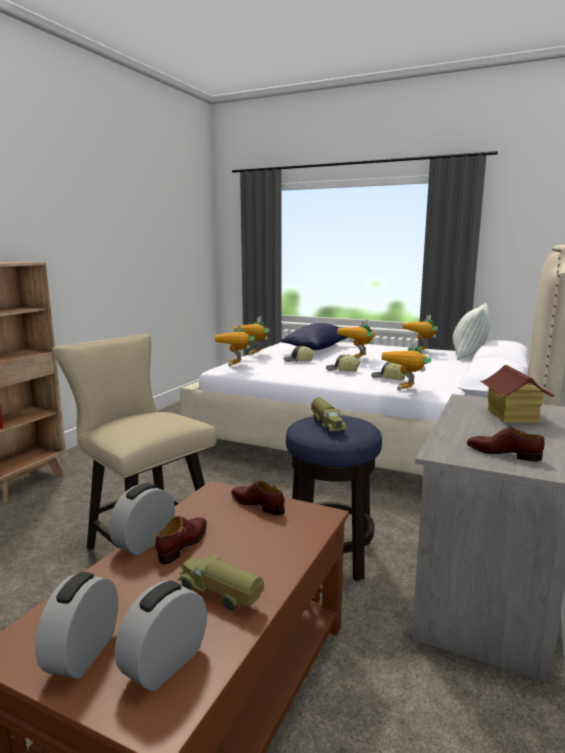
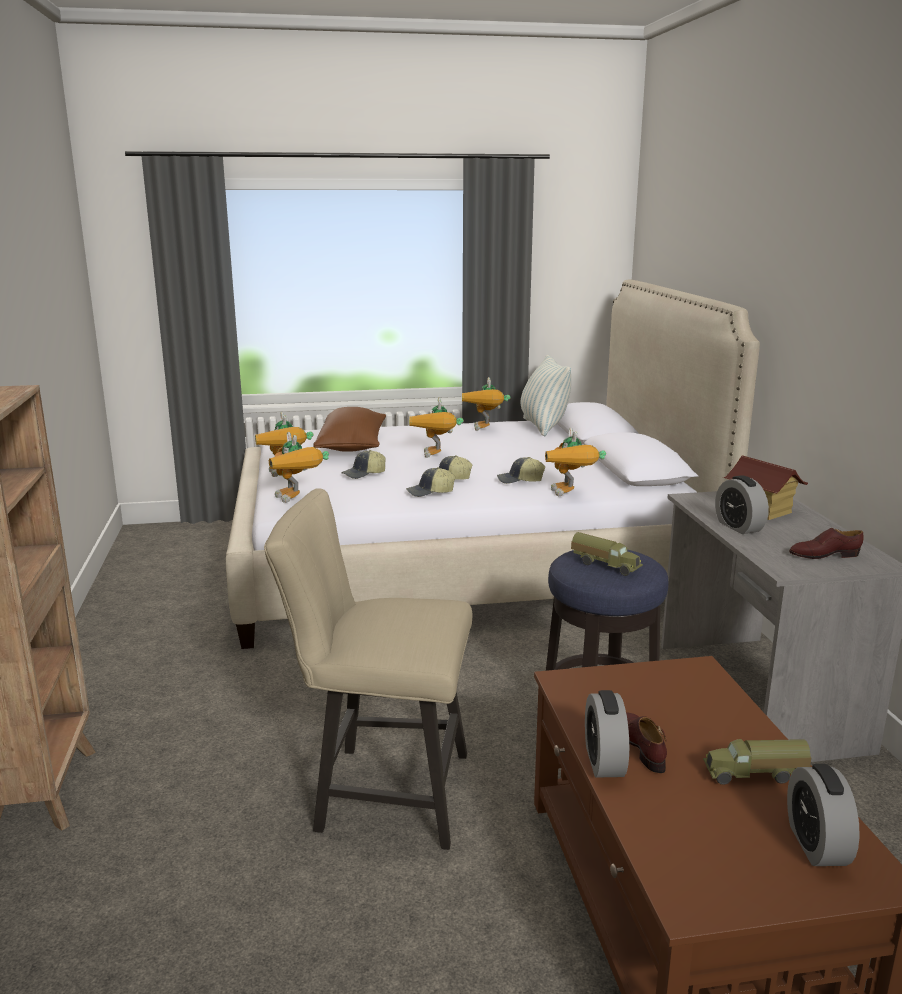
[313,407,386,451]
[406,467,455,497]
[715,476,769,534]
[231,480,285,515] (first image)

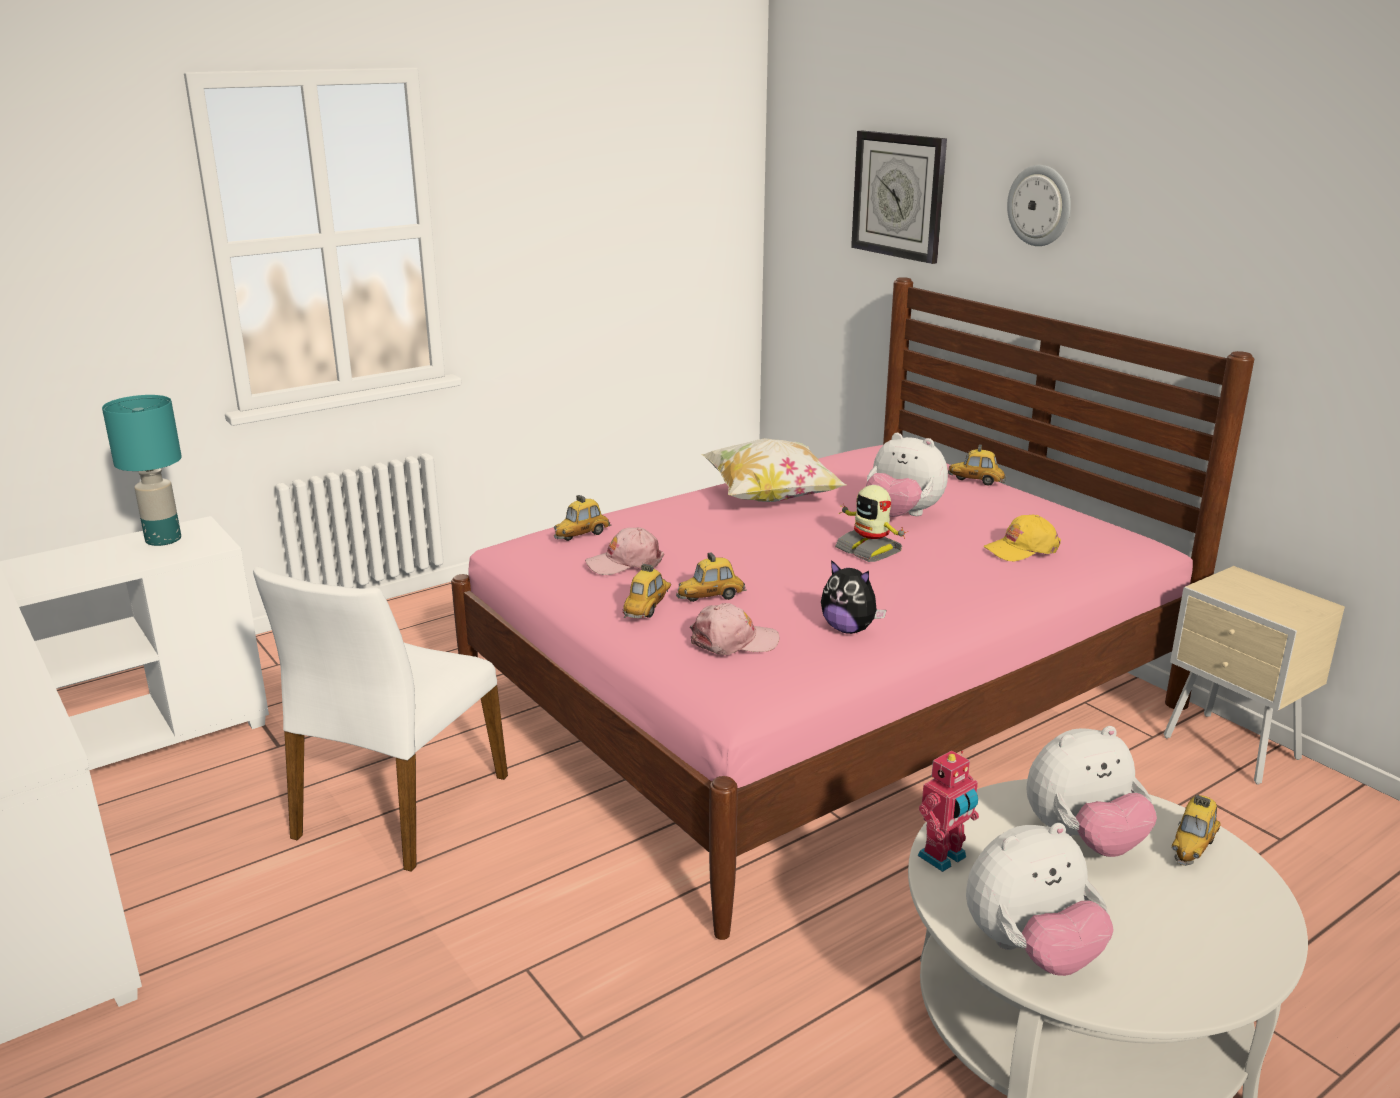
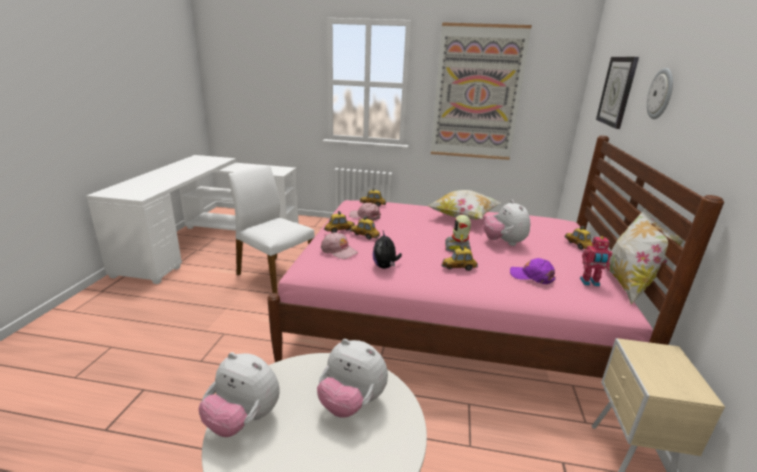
[228,165,315,293]
[431,22,532,160]
[441,245,478,271]
[510,258,556,285]
[580,236,612,286]
[606,209,683,304]
[102,395,182,546] (first image)

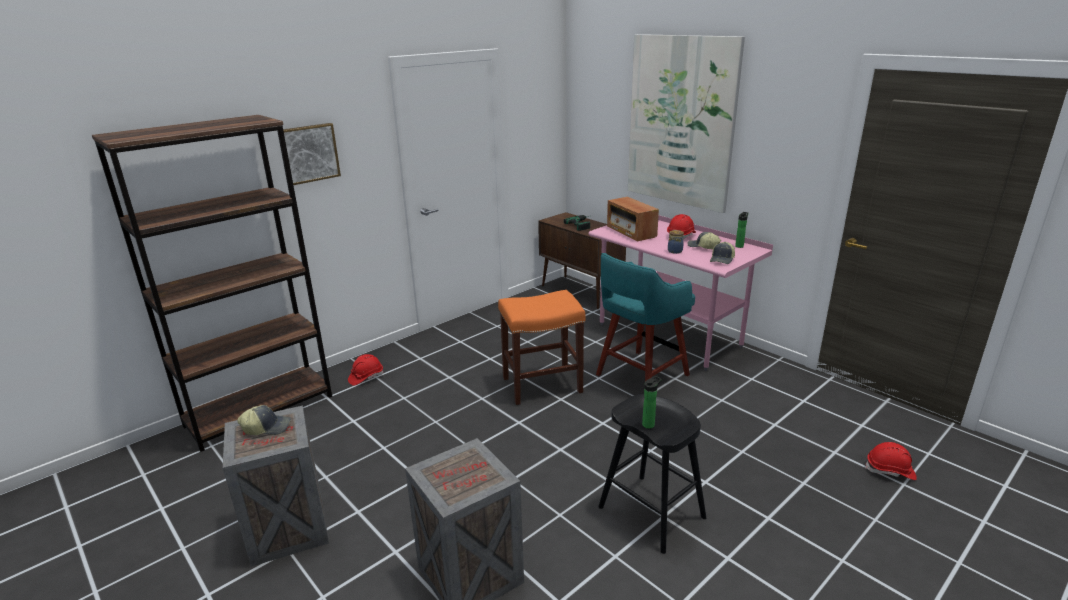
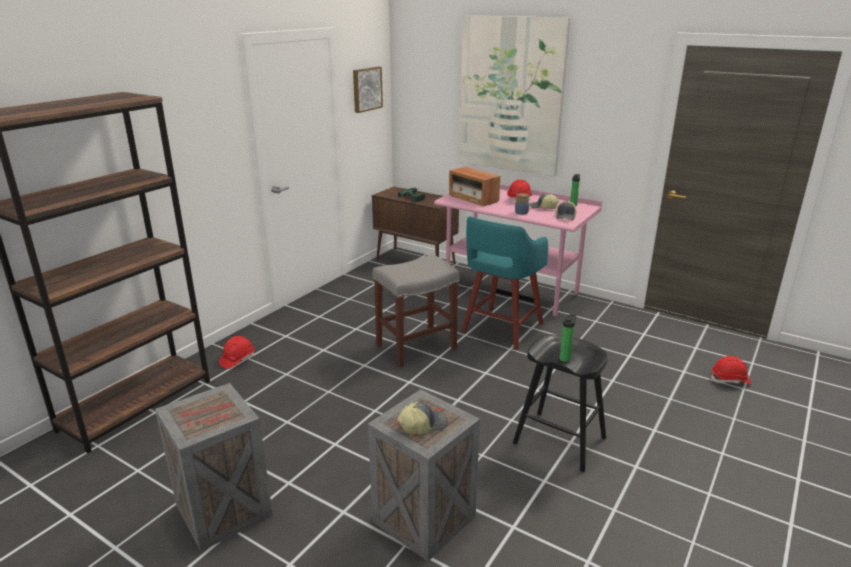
[353,67,383,113]
[373,255,459,367]
[397,401,448,434]

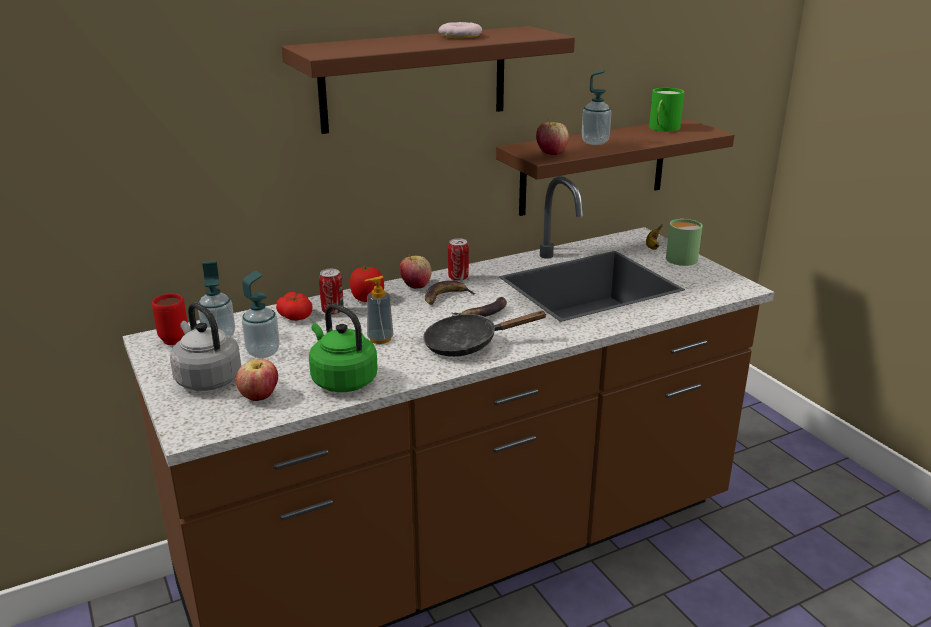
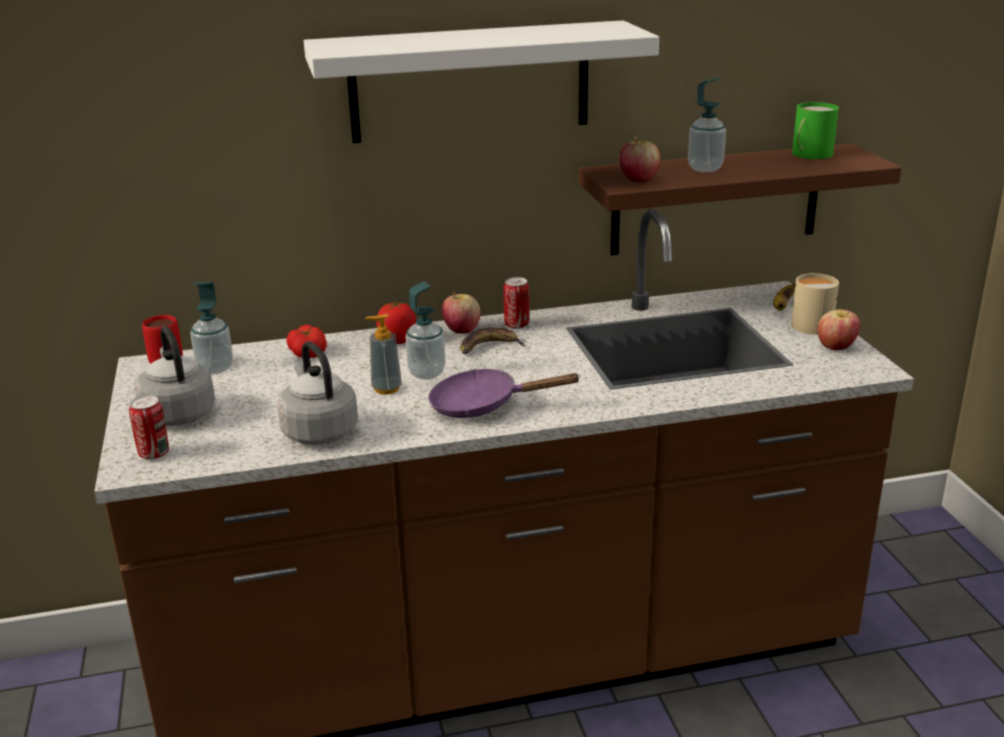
[129,395,169,460]
[277,341,358,445]
[304,20,659,143]
[406,281,446,379]
[428,369,581,418]
[791,273,839,335]
[818,309,860,350]
[438,22,482,38] (first image)
[452,297,507,317] (first image)

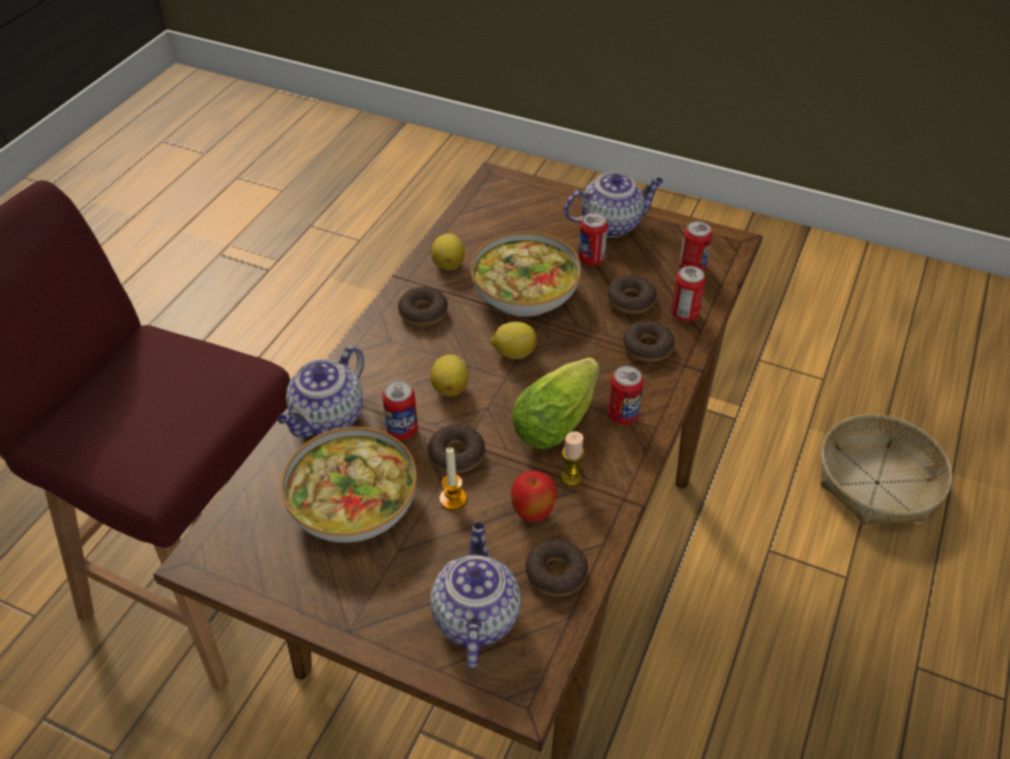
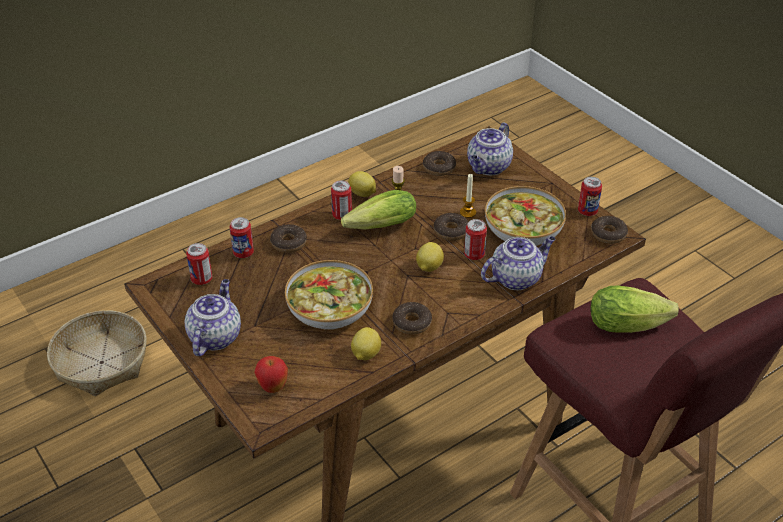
[185,279,241,356]
[254,356,288,393]
[348,171,376,197]
[578,177,602,216]
[591,216,628,244]
[591,286,679,333]

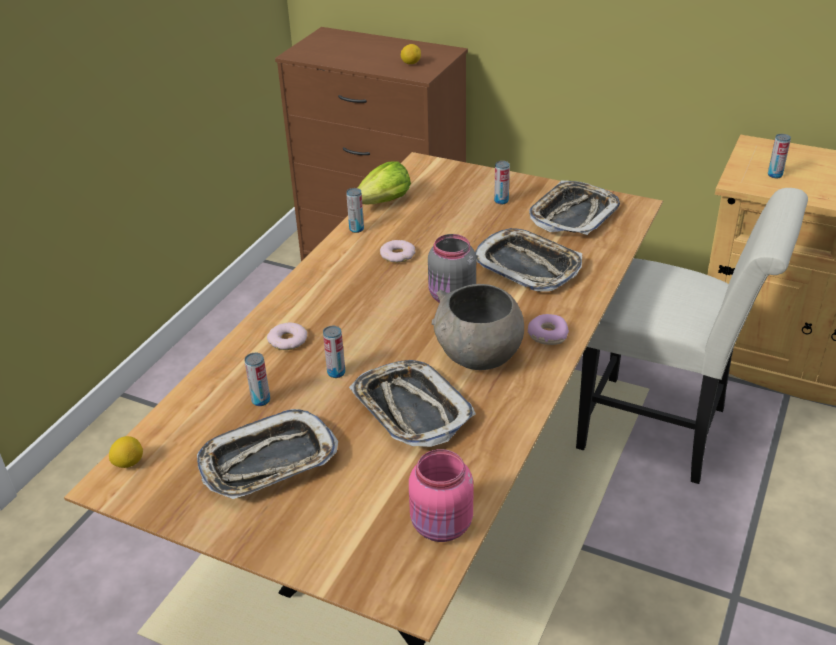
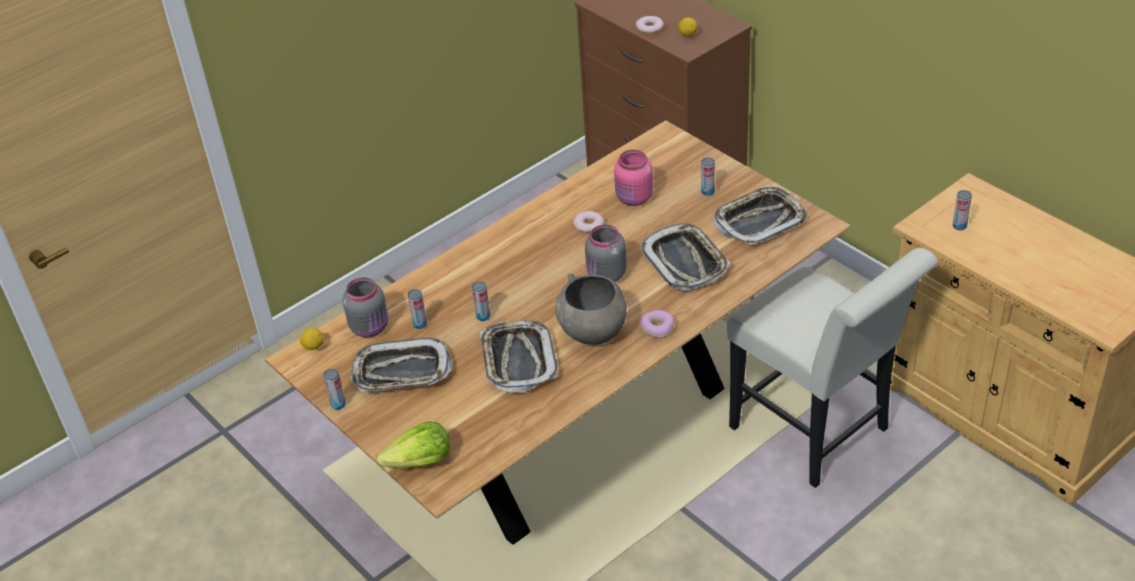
[323,369,346,410]
[343,277,388,338]
[376,421,450,469]
[614,150,653,206]
[636,16,664,34]

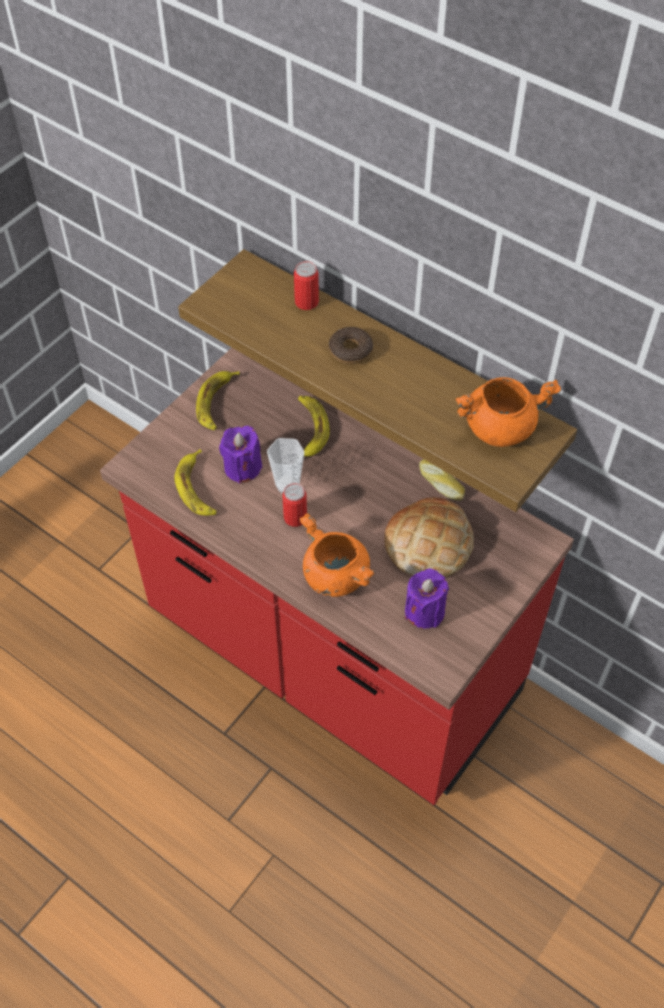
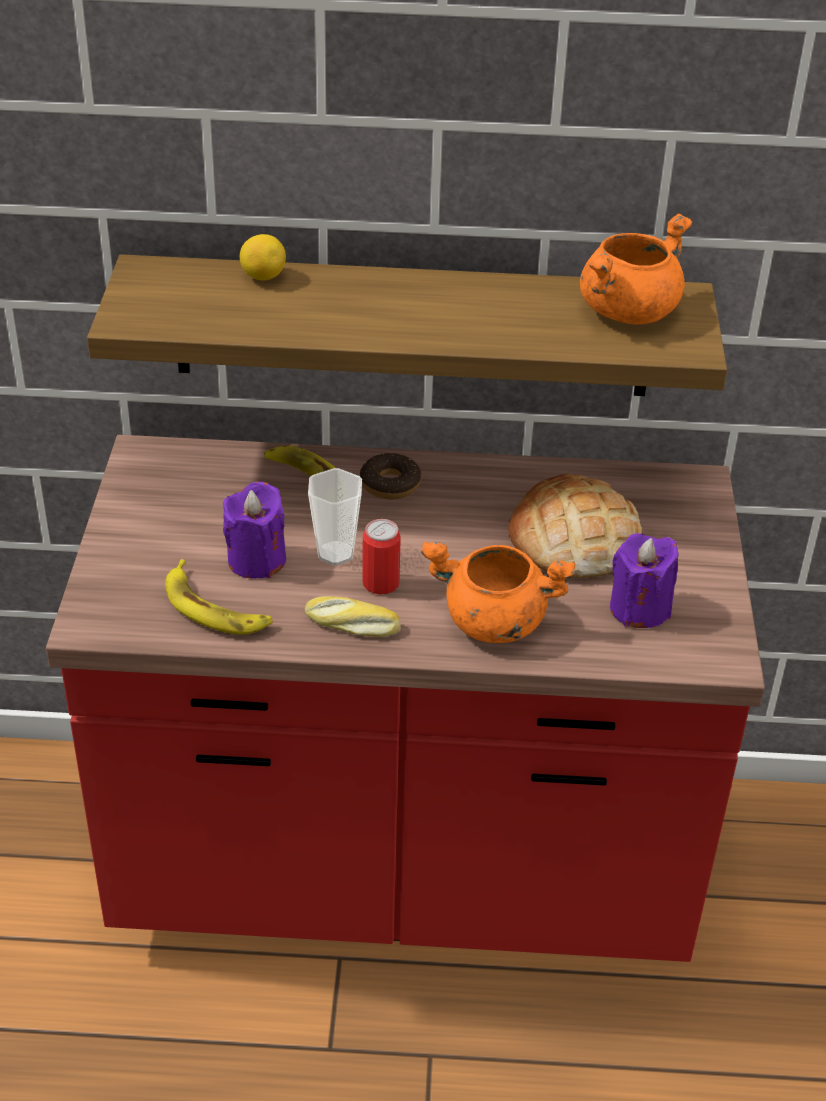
[240,234,286,280]
[305,596,401,637]
[360,453,421,499]
[196,371,240,430] (first image)

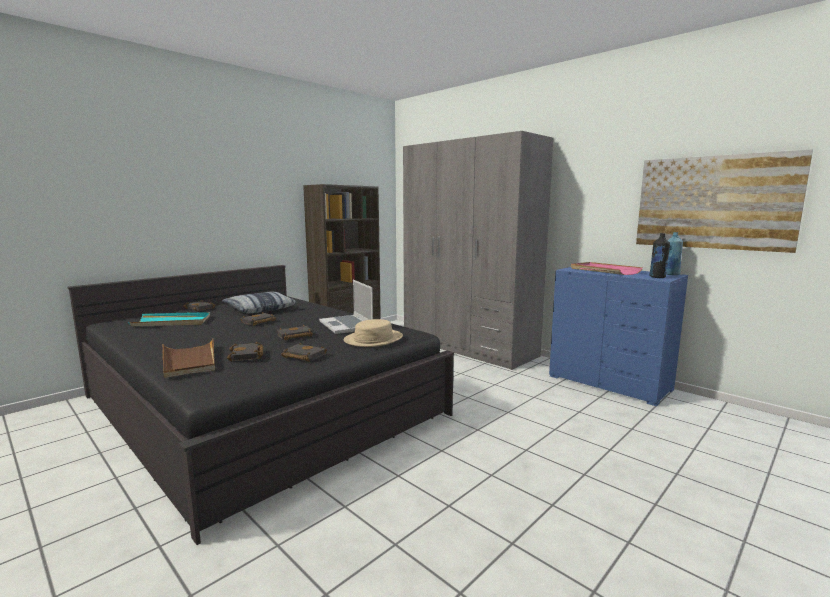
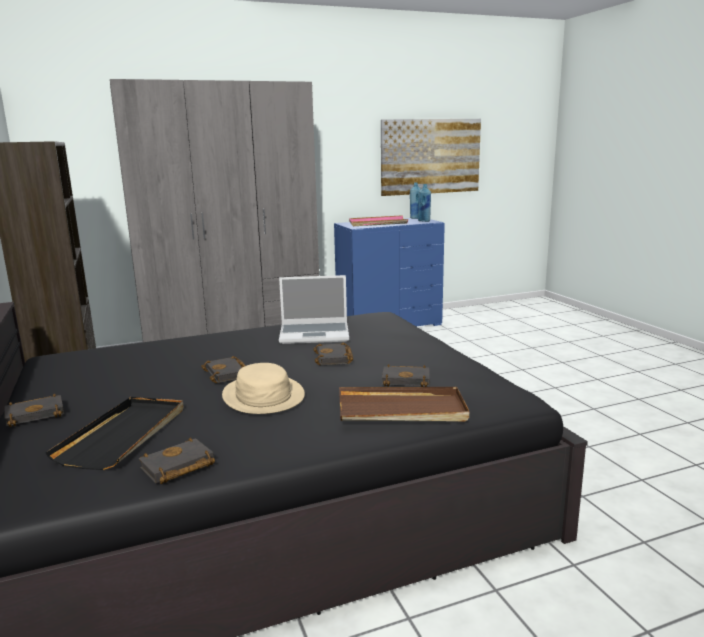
[45,397,183,470]
[139,438,215,484]
[222,363,305,414]
[418,184,431,222]
[222,292,296,313] (first image)

